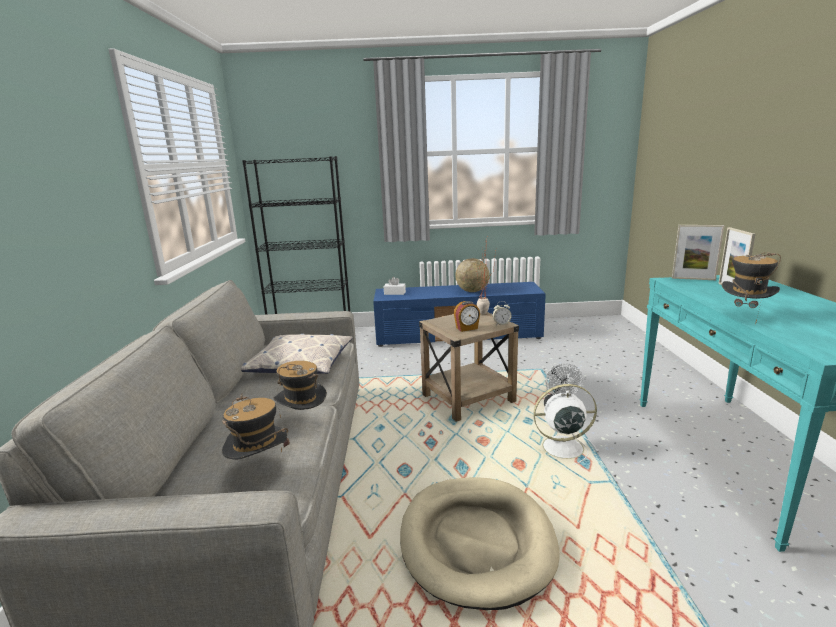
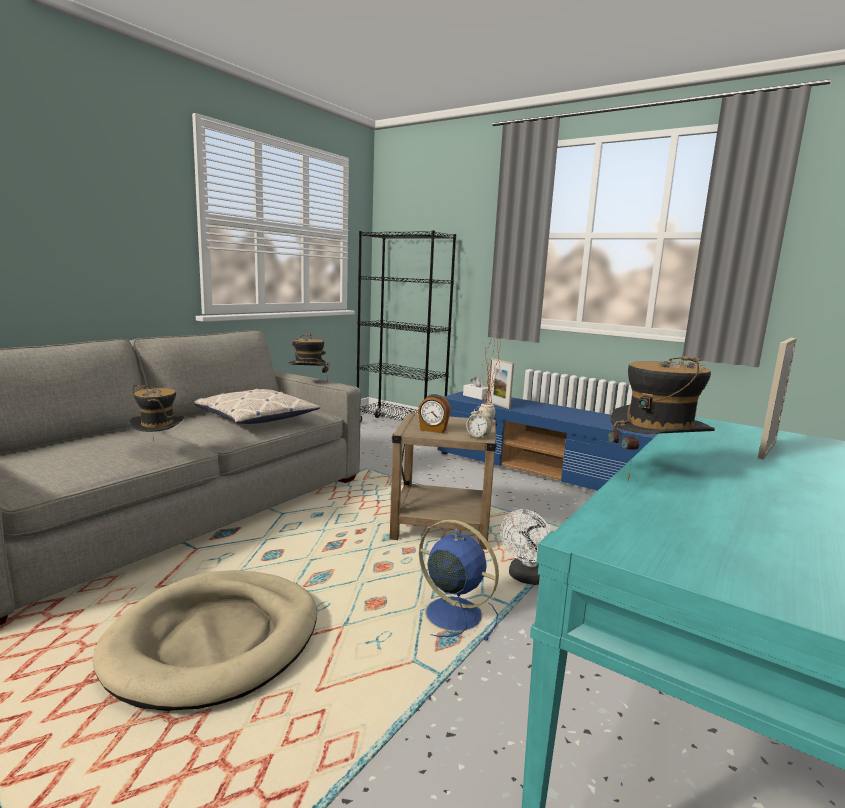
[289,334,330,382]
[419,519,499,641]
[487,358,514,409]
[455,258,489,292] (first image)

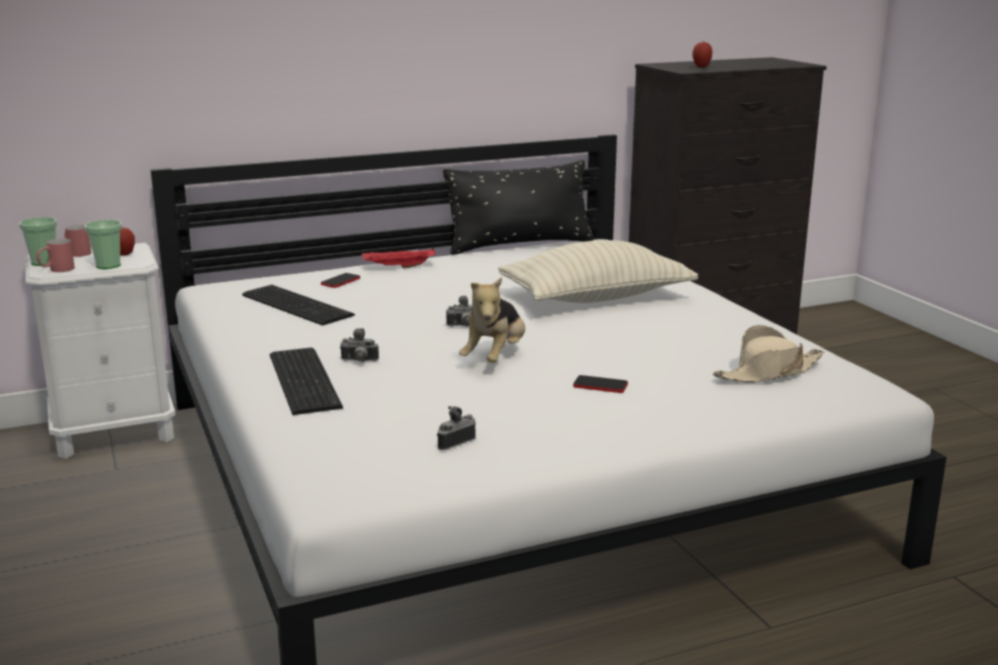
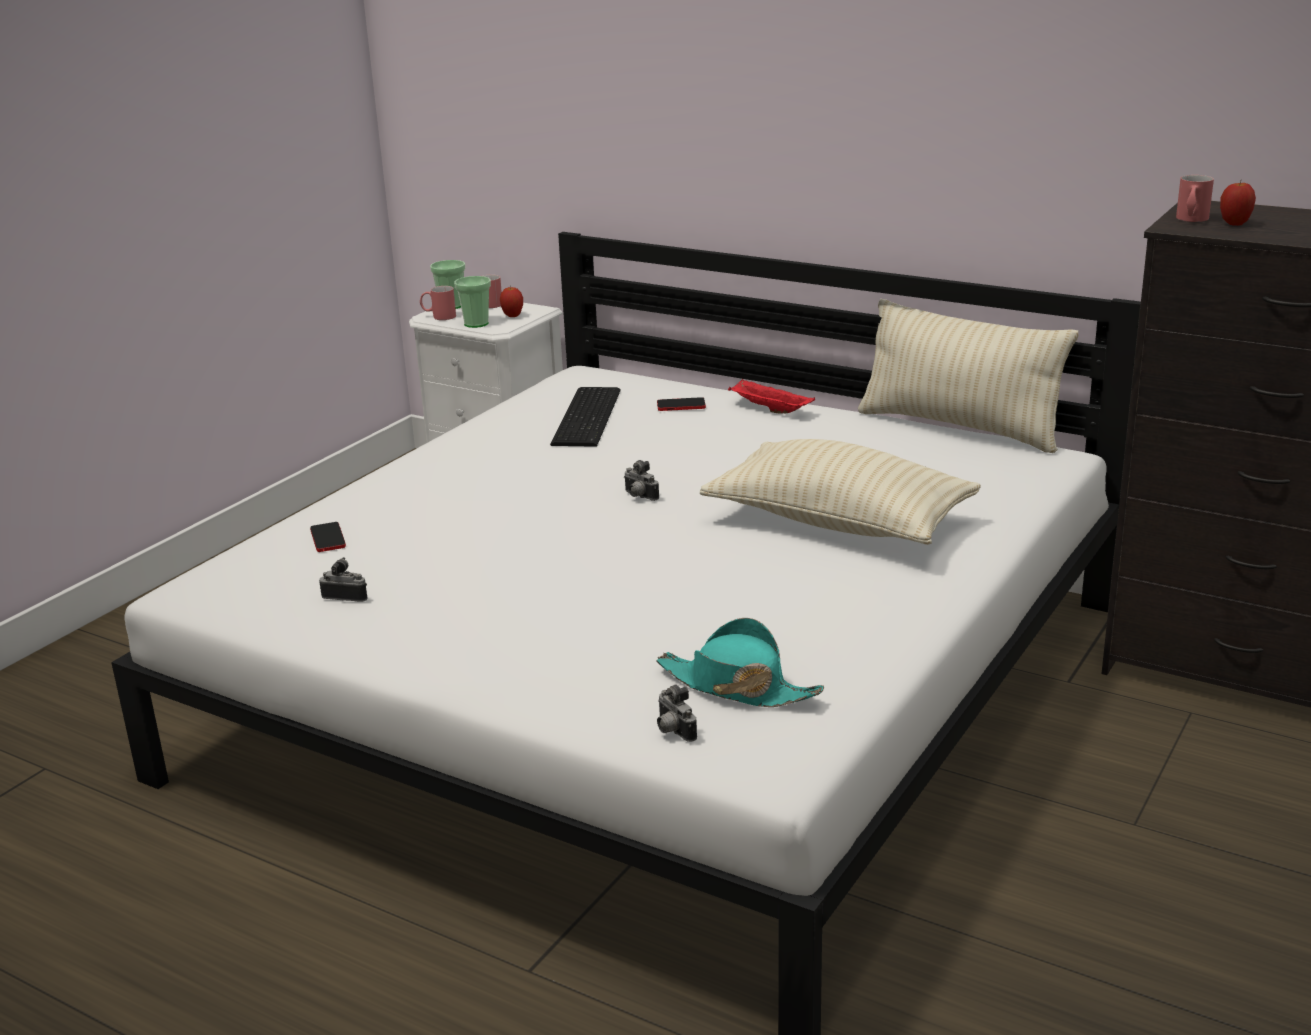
[310,522,346,552]
[656,618,824,707]
[657,685,697,742]
[858,299,1079,453]
[1176,175,1214,222]
[270,348,343,415] (first image)
[459,277,525,363] (first image)

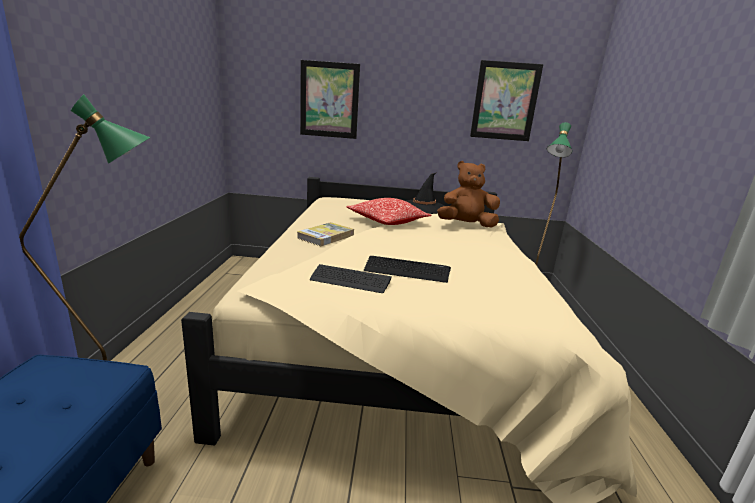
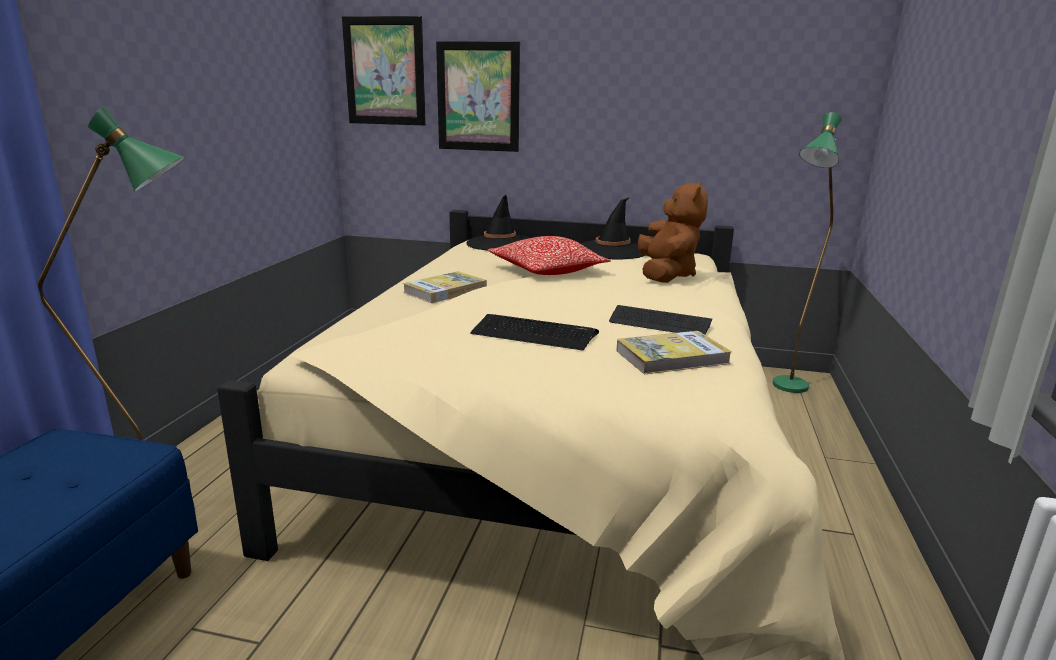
[342,16,426,125]
[466,195,529,251]
[609,305,712,335]
[617,331,732,375]
[638,181,708,283]

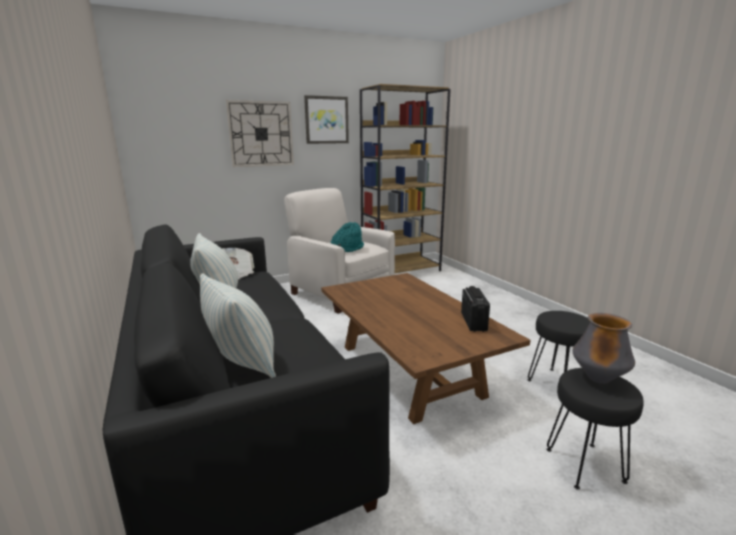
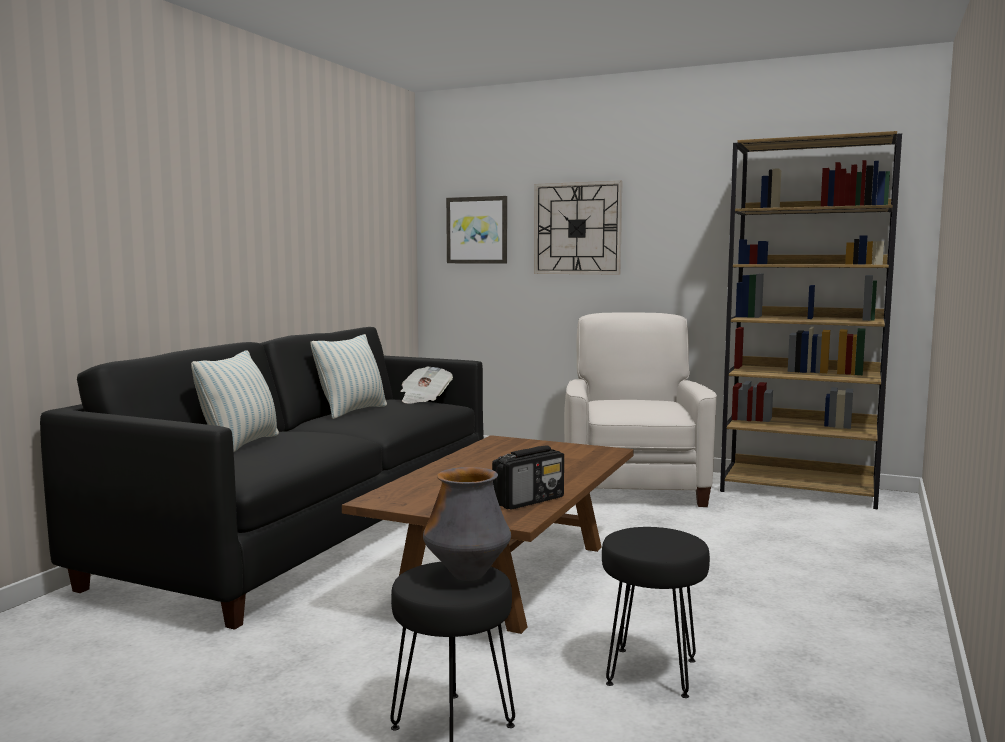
[446,196,507,263]
[331,222,364,252] (first image)

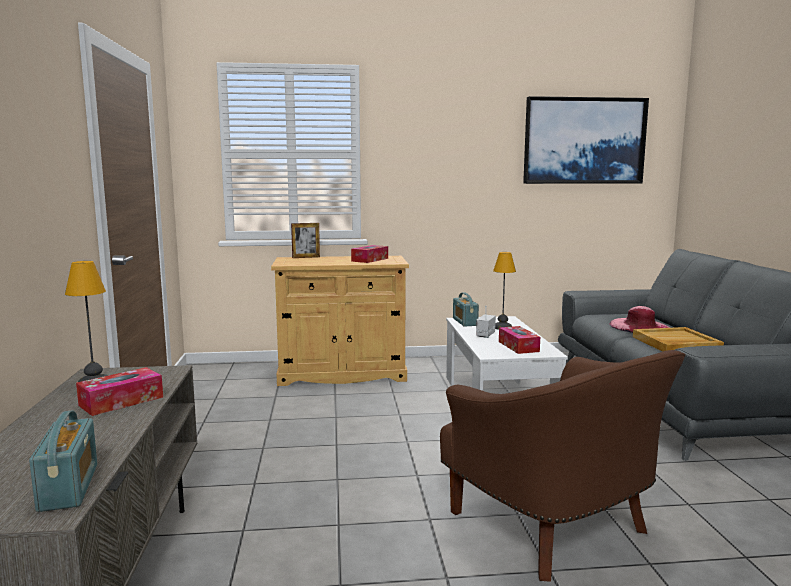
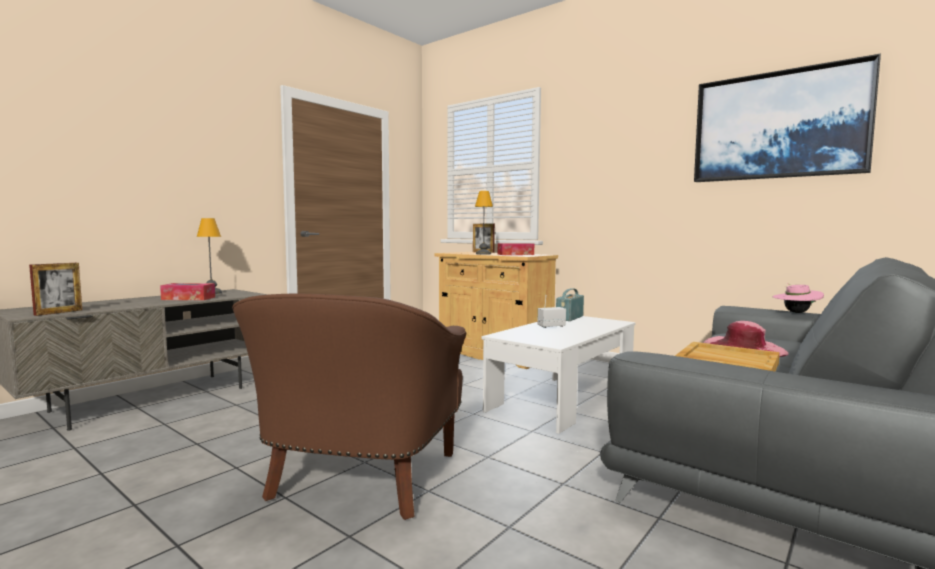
[29,263,82,316]
[475,191,493,255]
[773,283,824,313]
[499,326,540,354] (first image)

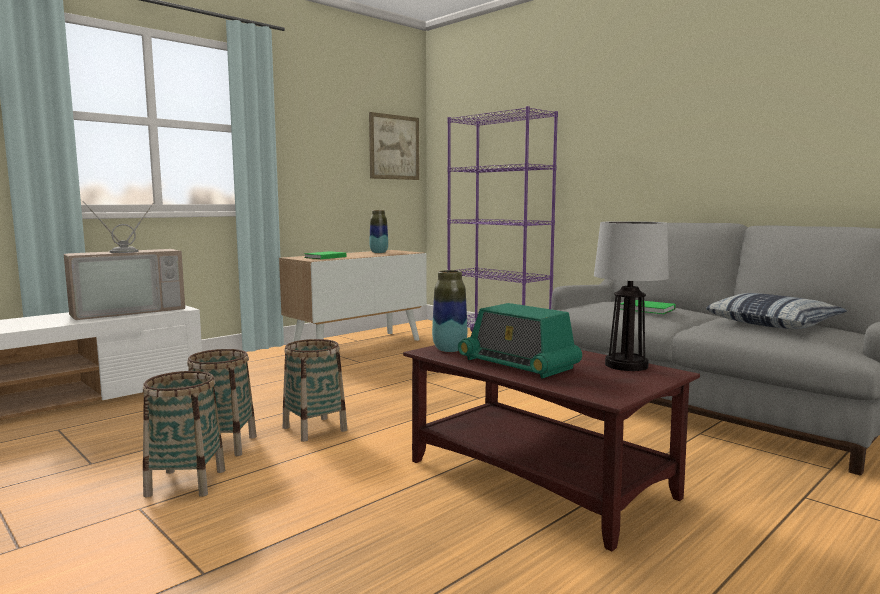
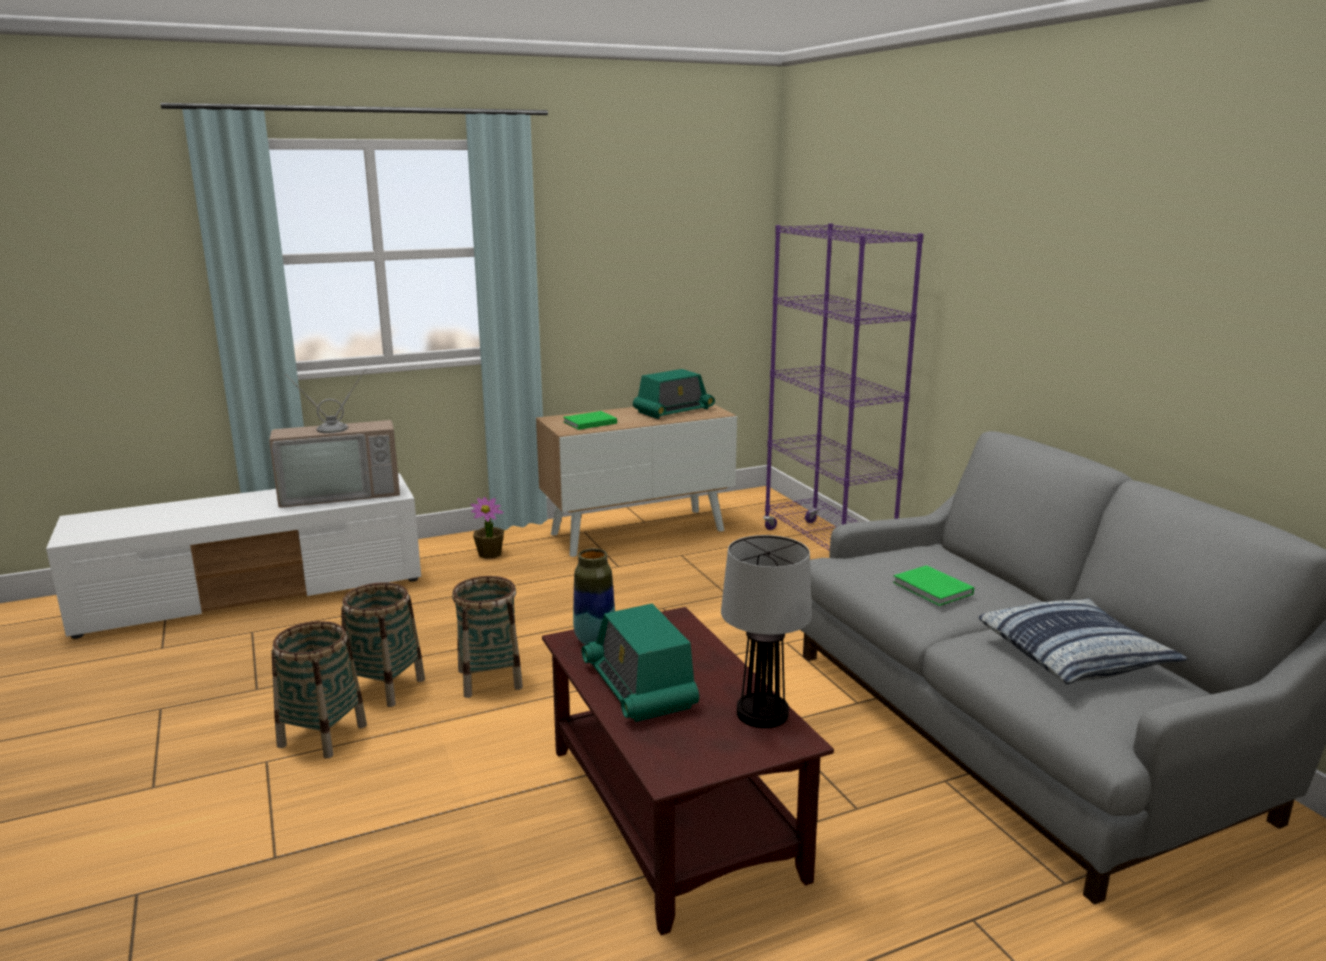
[471,497,504,559]
[633,369,715,419]
[369,112,419,180] (first image)

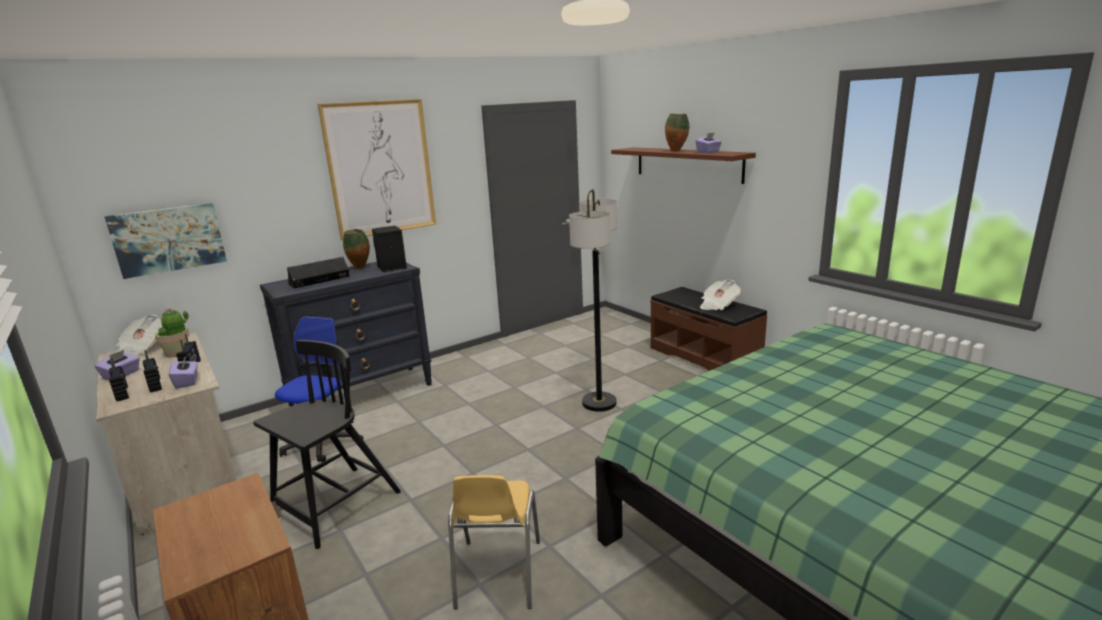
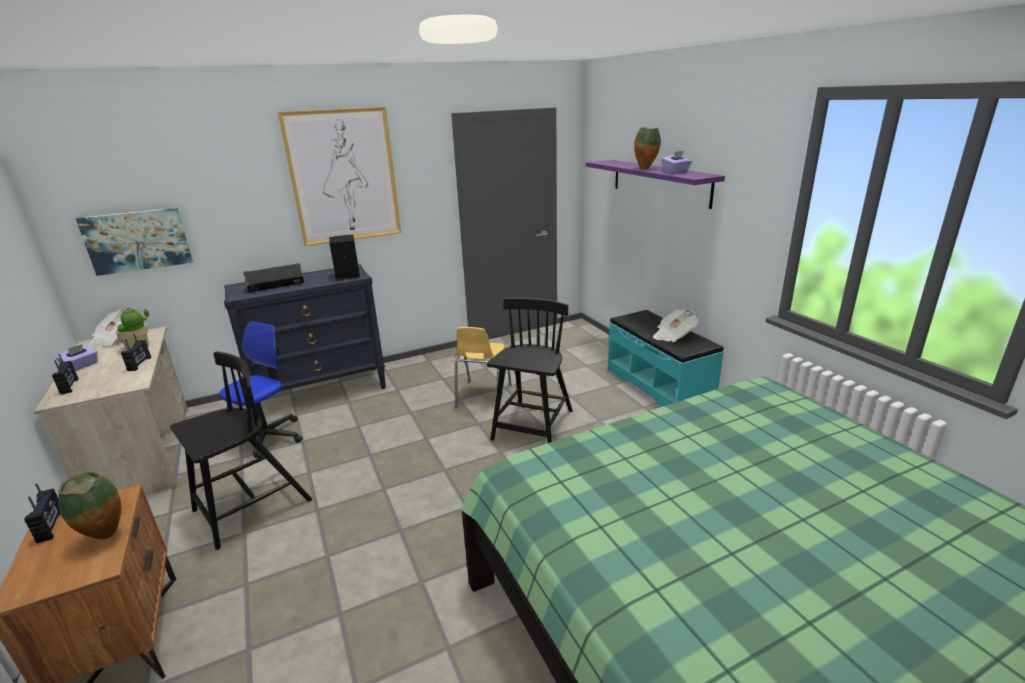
[24,483,61,543]
[58,471,121,540]
[455,327,512,408]
[487,298,573,443]
[586,160,725,209]
[608,310,724,407]
[169,356,198,389] (first image)

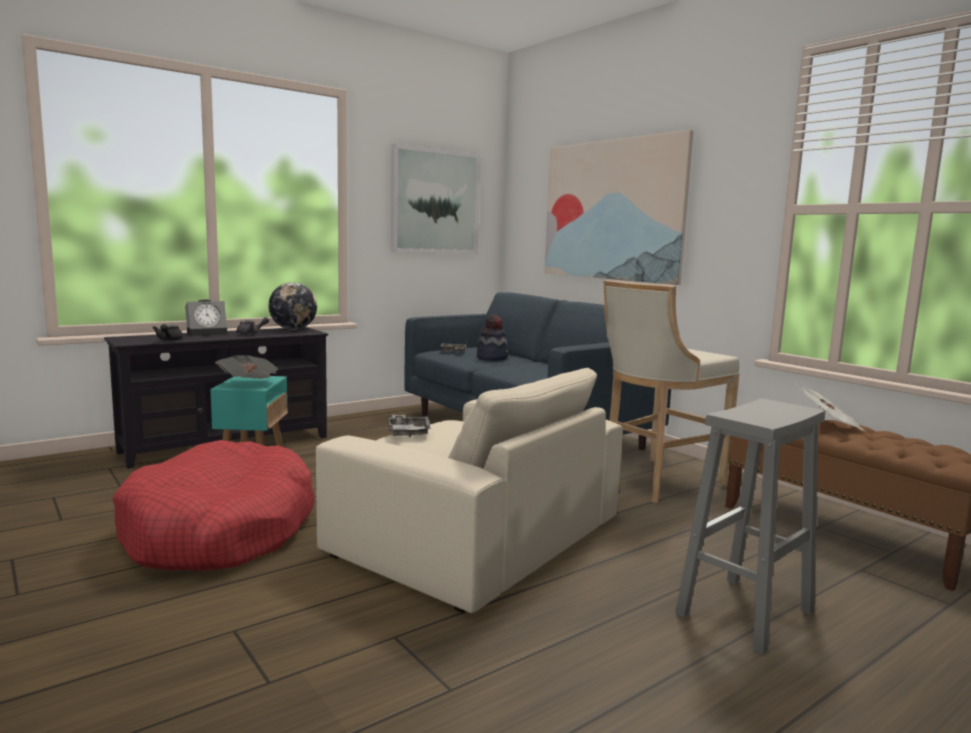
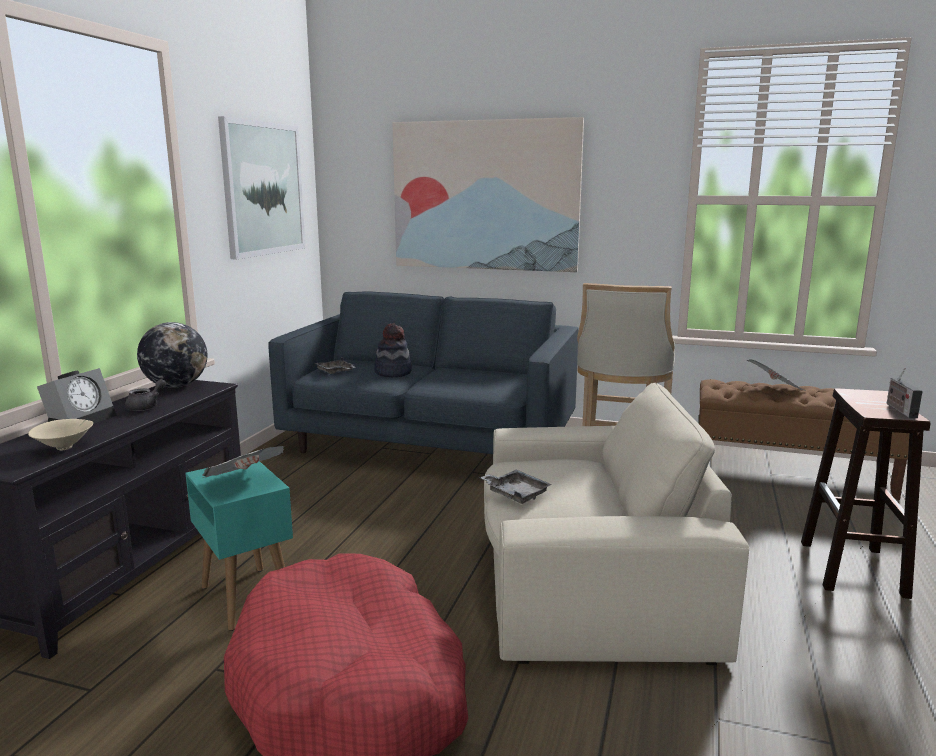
[28,419,93,450]
[801,388,930,599]
[886,368,923,418]

